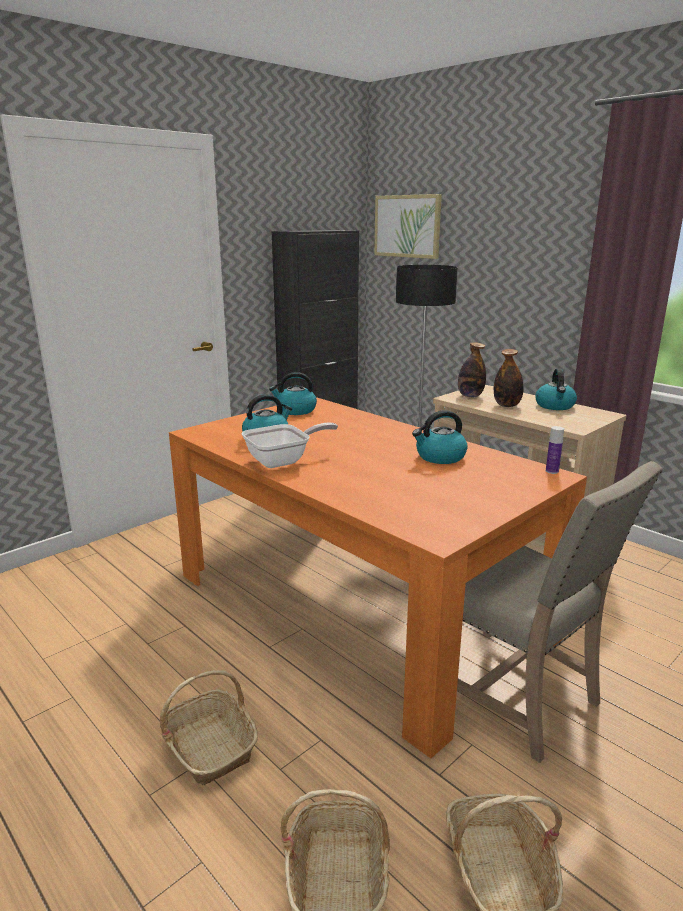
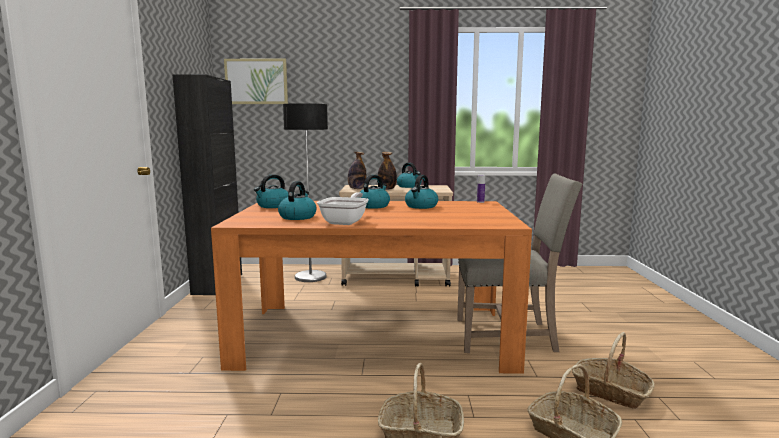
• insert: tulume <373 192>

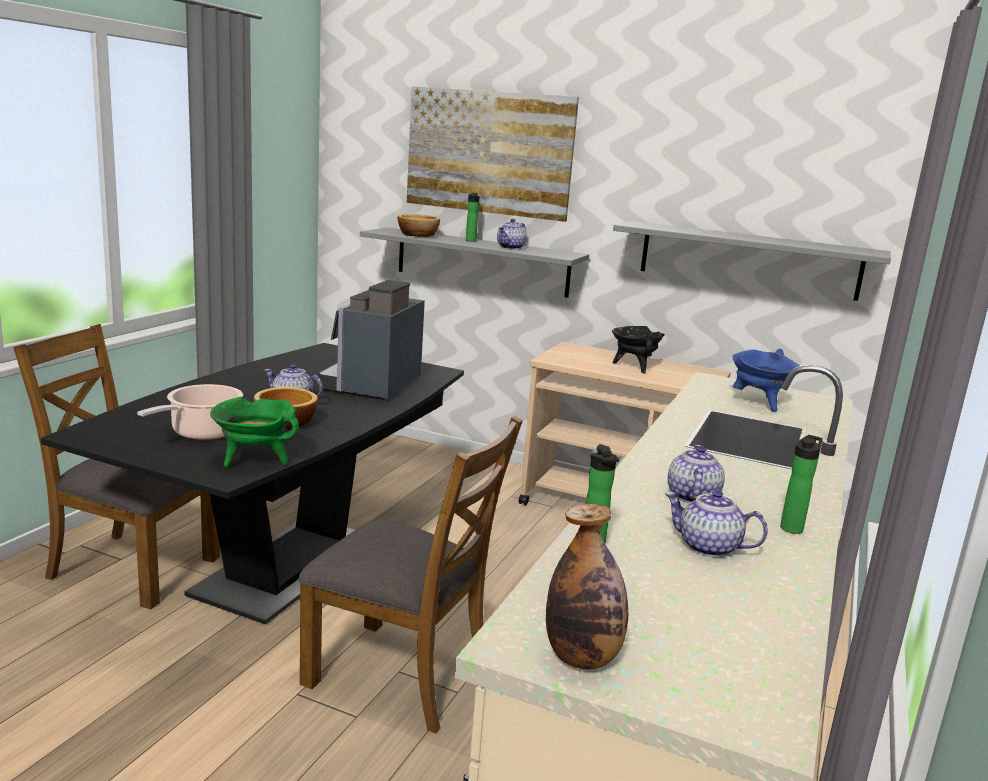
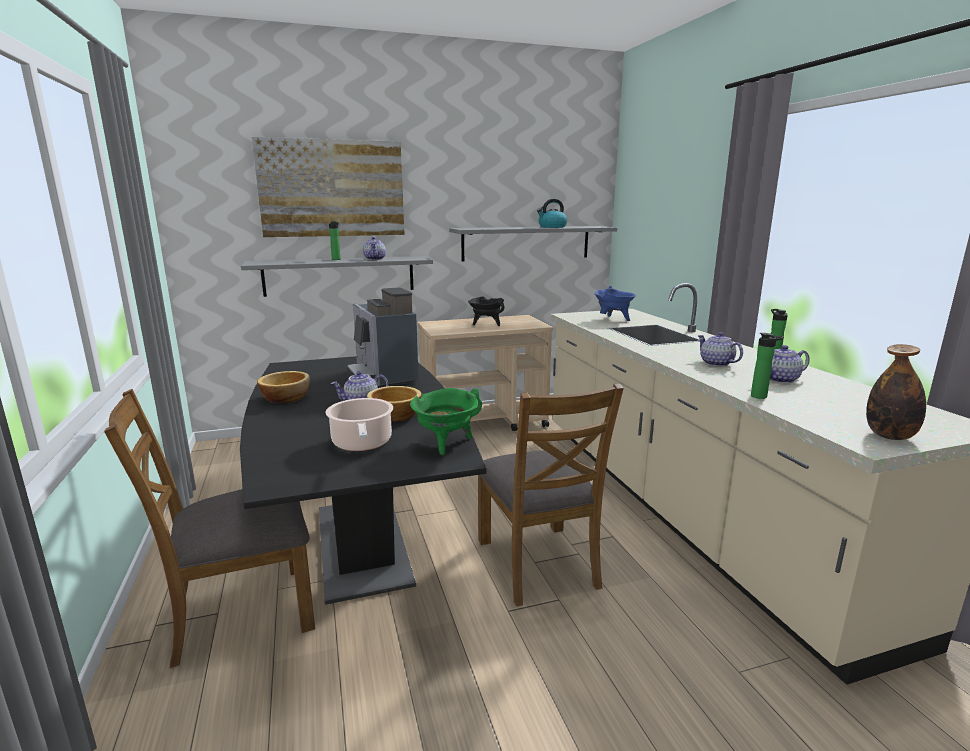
• move: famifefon <419 225> to <283 387>
• rotate: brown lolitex <410 575> = <551 495> 90 degrees clockwise
• insert: tulume <552 213>

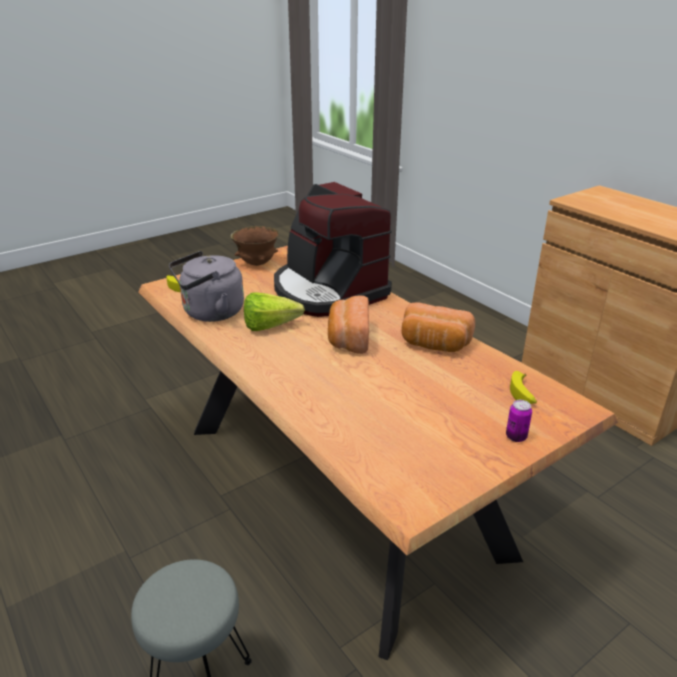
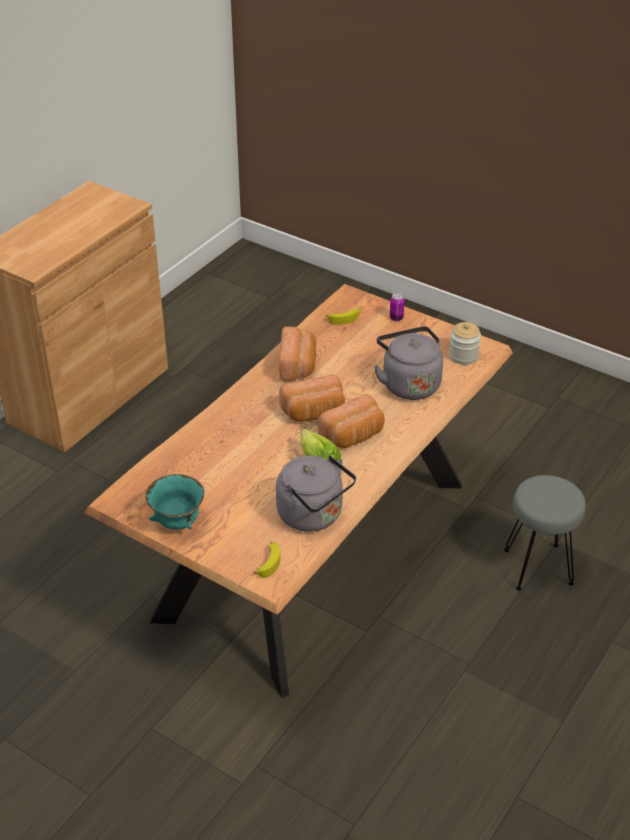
• delete: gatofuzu <333 249>
• recolor: brown famifefon <254 246> to turquoise famifefon <174 502>
• insert: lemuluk <465 343>
• insert: grey tulume <408 363>
• insert: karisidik <351 421>

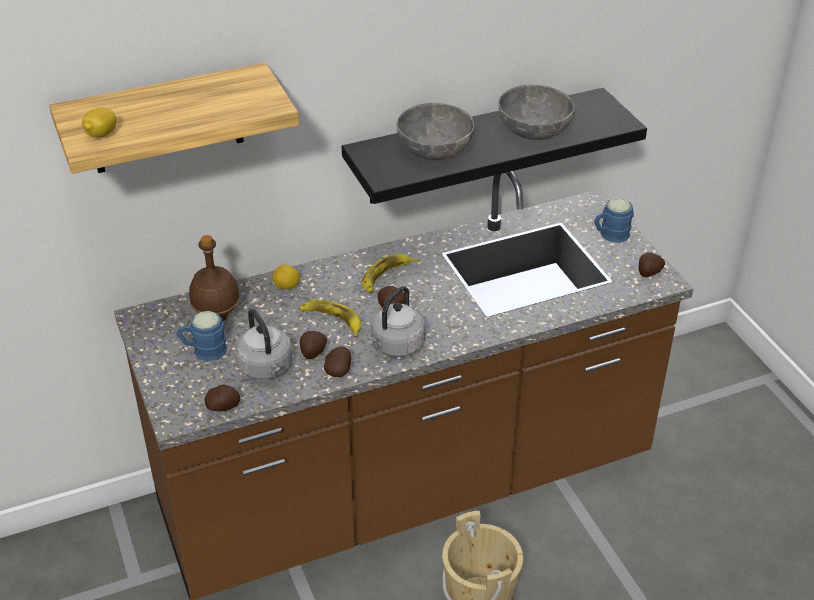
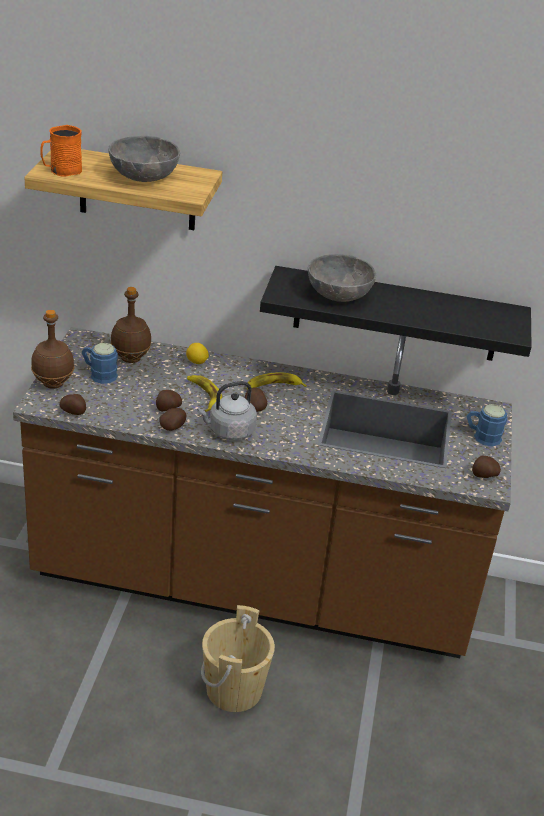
• move: grey famifefon <536 112> to <144 159>
• replace: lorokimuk <99 122> to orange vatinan <61 151>
• delete: grey tulume <264 344>
• insert: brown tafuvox <52 349>

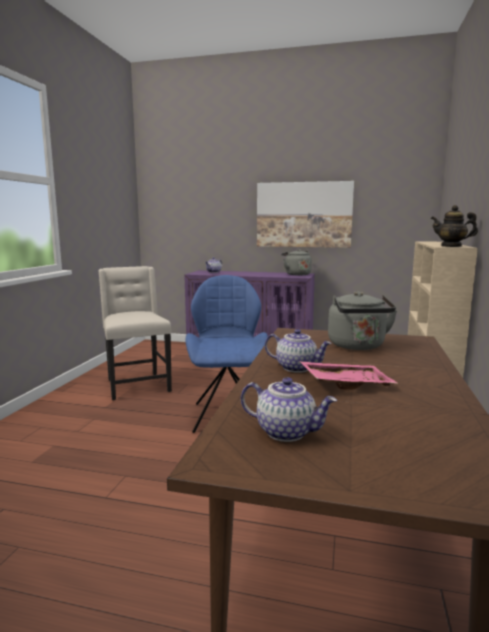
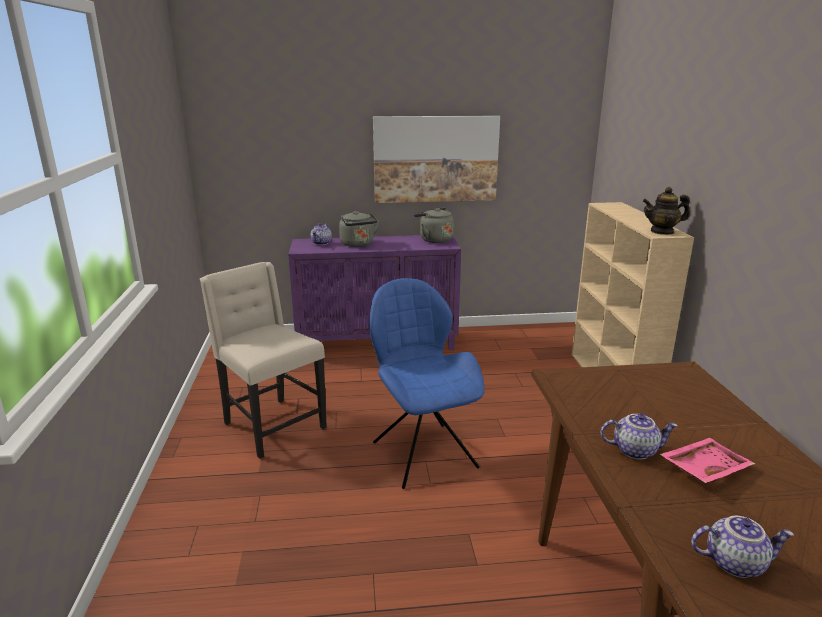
• move: grey tulume <363 320> to <359 229>

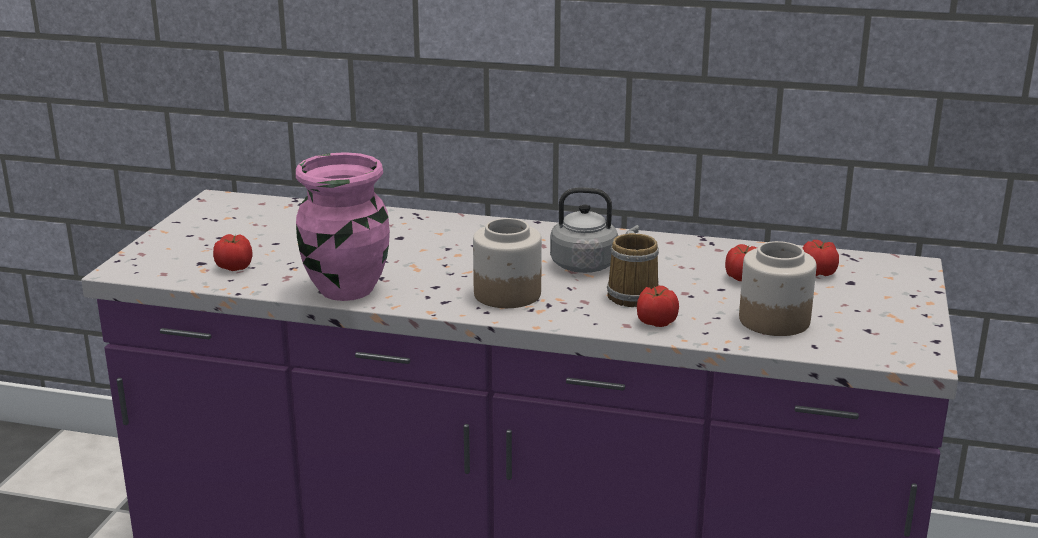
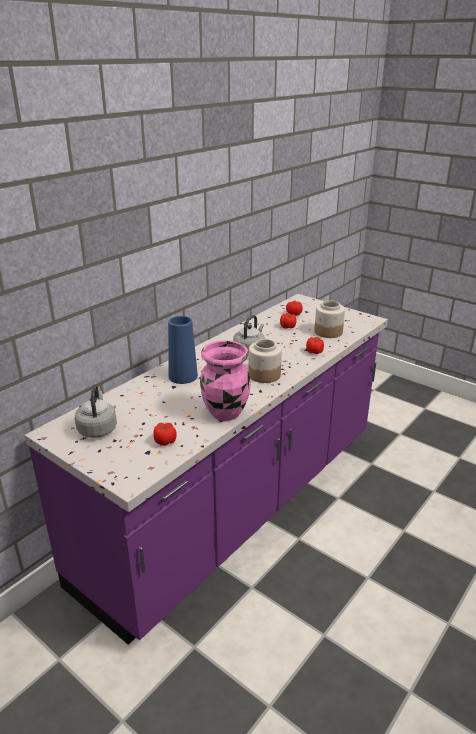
• delete: vatinan <633 269>
• insert: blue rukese <183 350>
• insert: grey tulume <96 411>

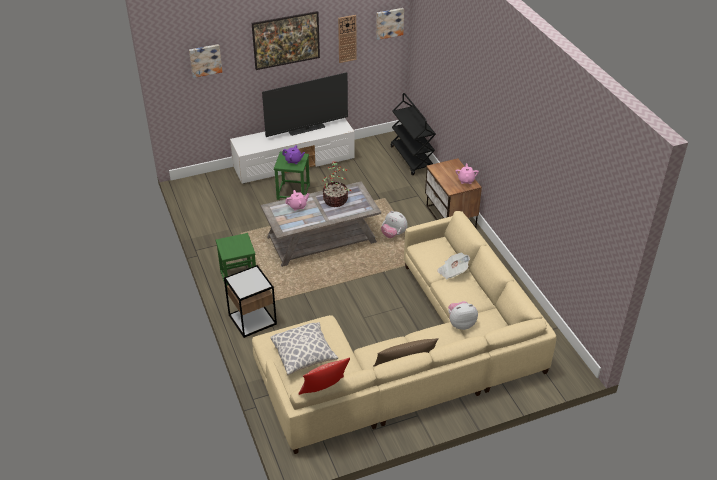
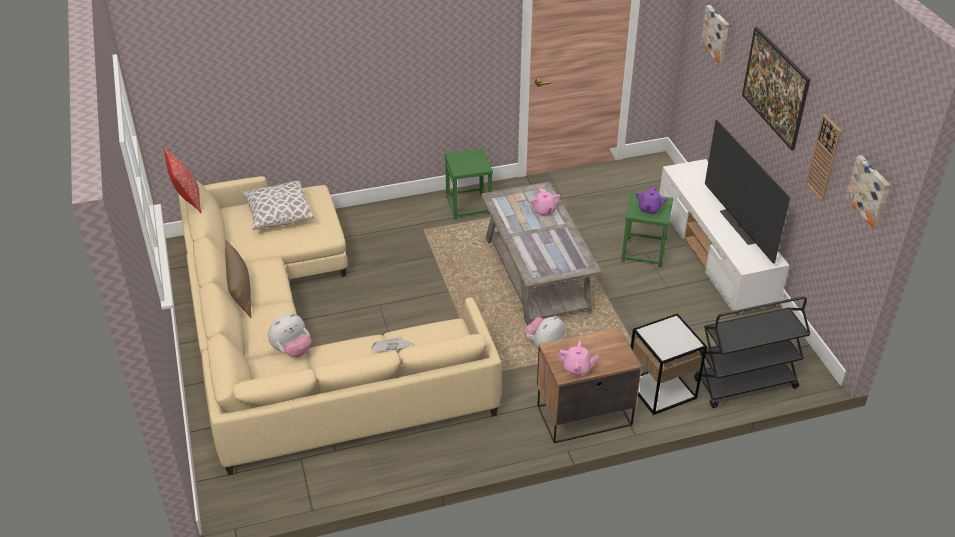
• delete: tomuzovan <336 184>
• move: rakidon <250 301> to <669 364>
• rotate: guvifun <463 315> = <289 335> 60 degrees clockwise

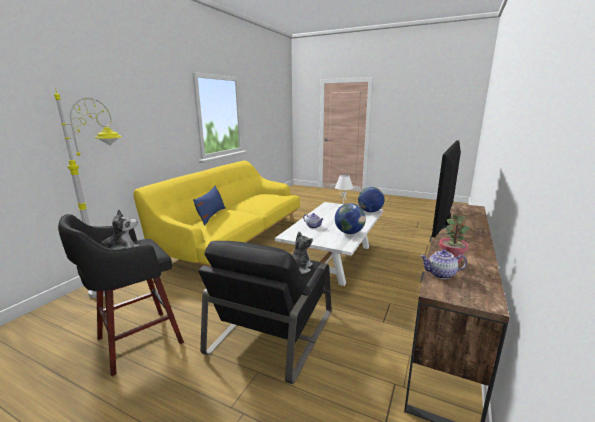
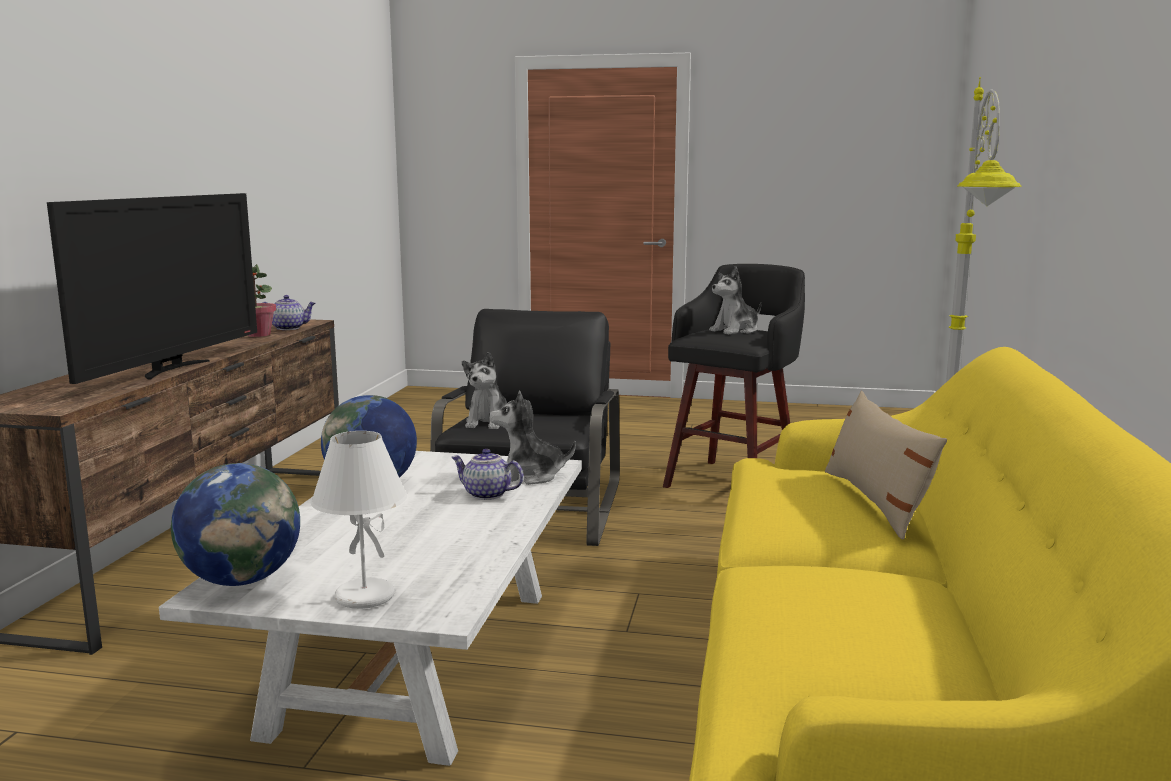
• recolor: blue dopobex <209 206> to beige dopobex <886 465>
• insert: guvifun <532 438>

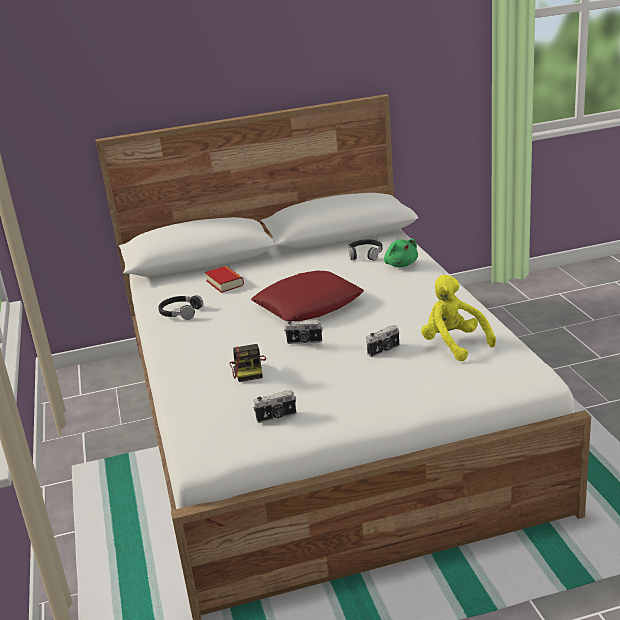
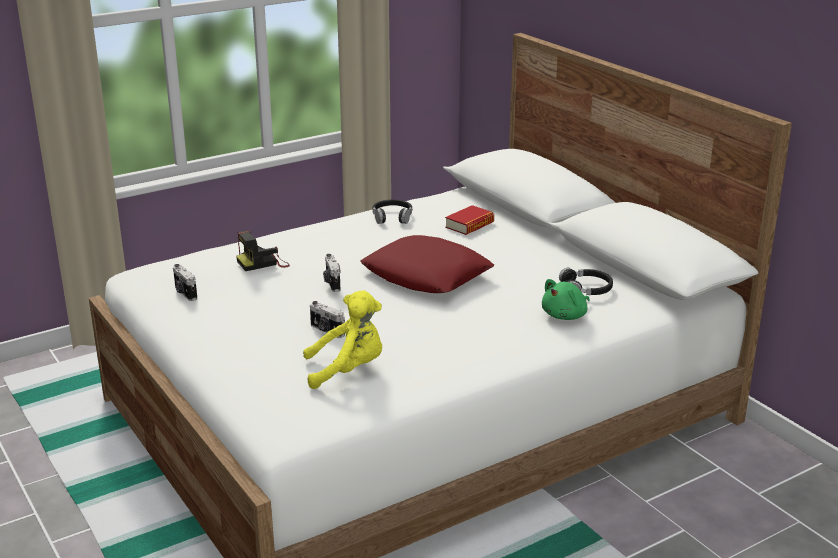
• rotate: yellow guvifun <458 318> = <342 340> 45 degrees clockwise

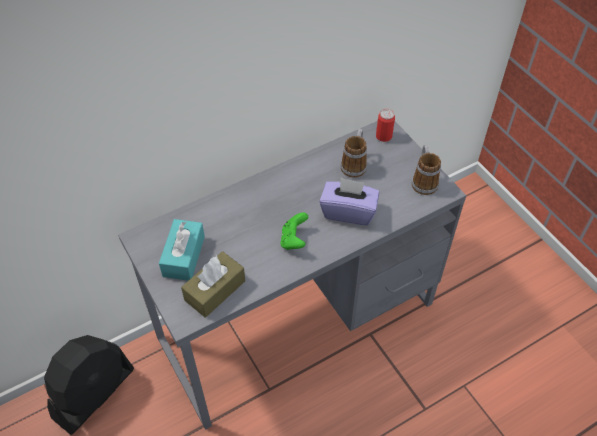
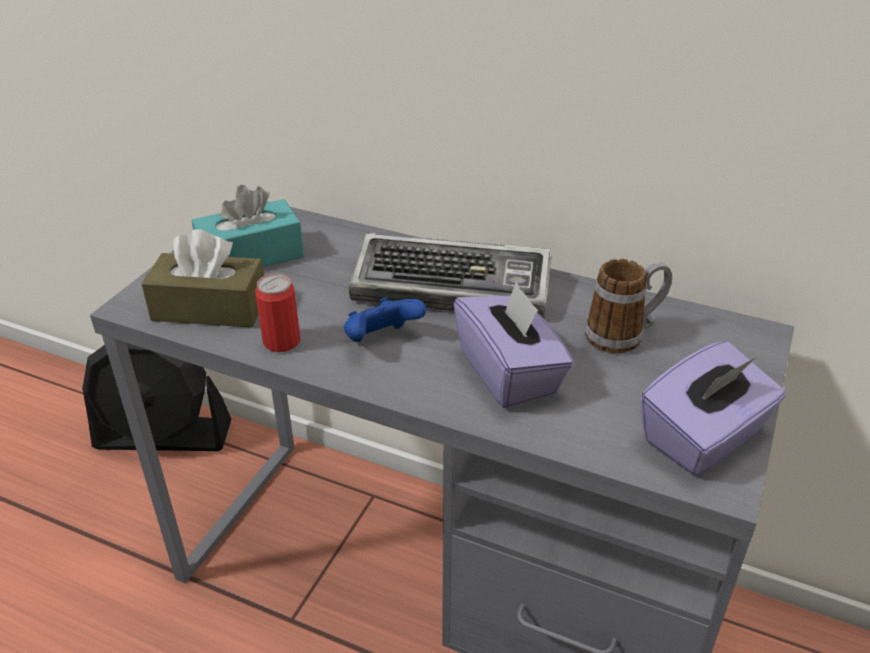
• move: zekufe <385 125> to <277 313>
• replace: vatinan <426 170> to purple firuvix <713 408>
• recolor: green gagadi <294 231> to blue gagadi <385 319>
• insert: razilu <450 275>

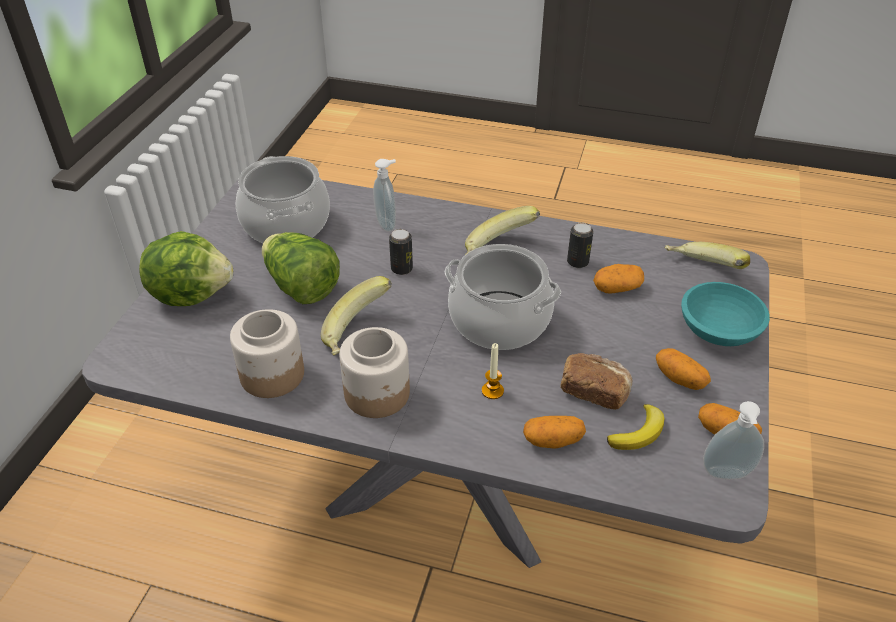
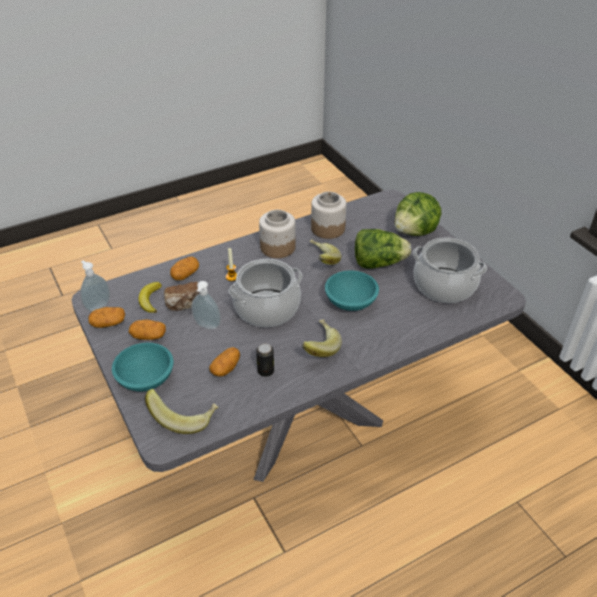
• move: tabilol <384 195> to <206 305>
• replace: zekufe <401 252> to turquoise famifefon <352 291>

